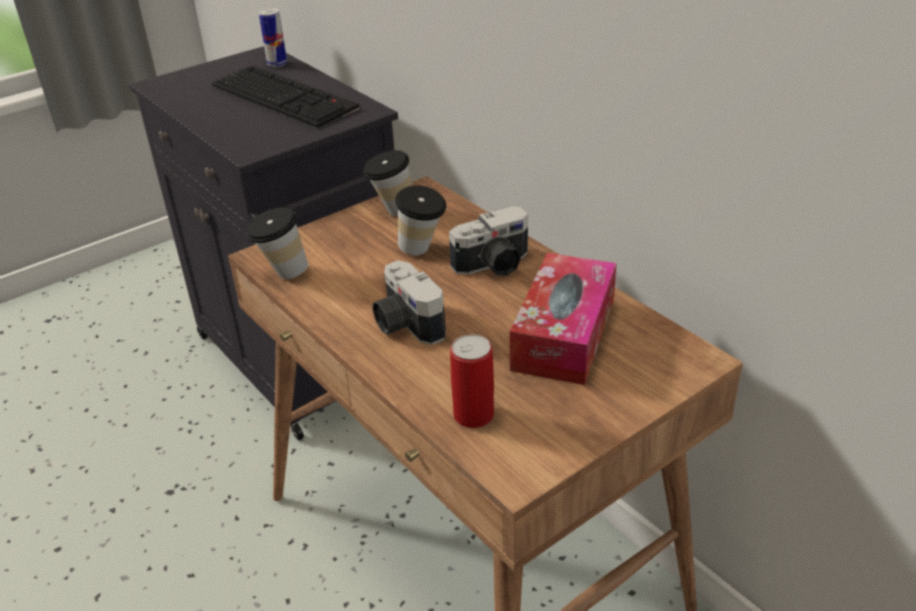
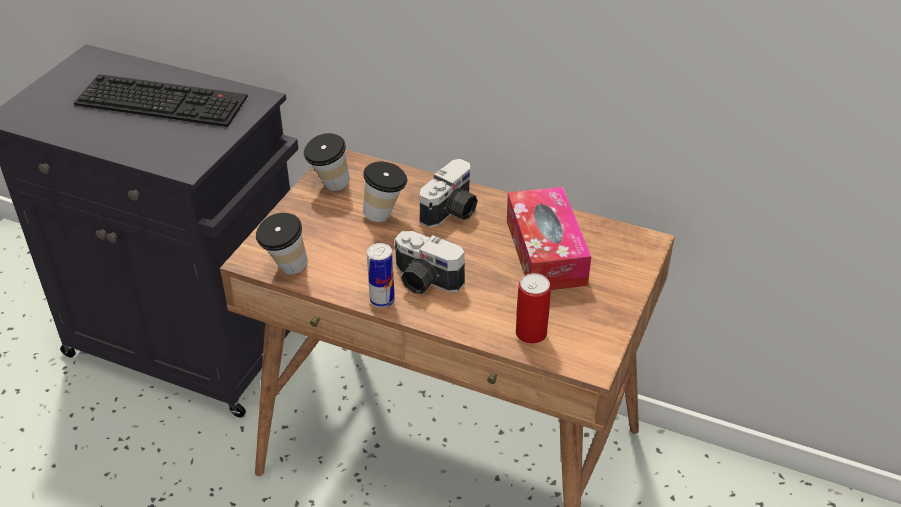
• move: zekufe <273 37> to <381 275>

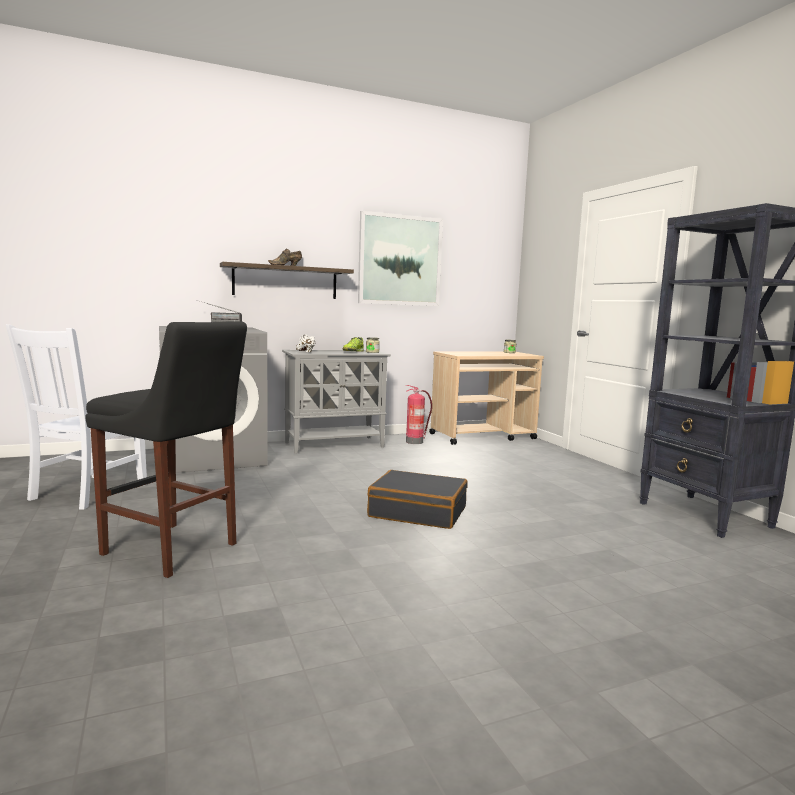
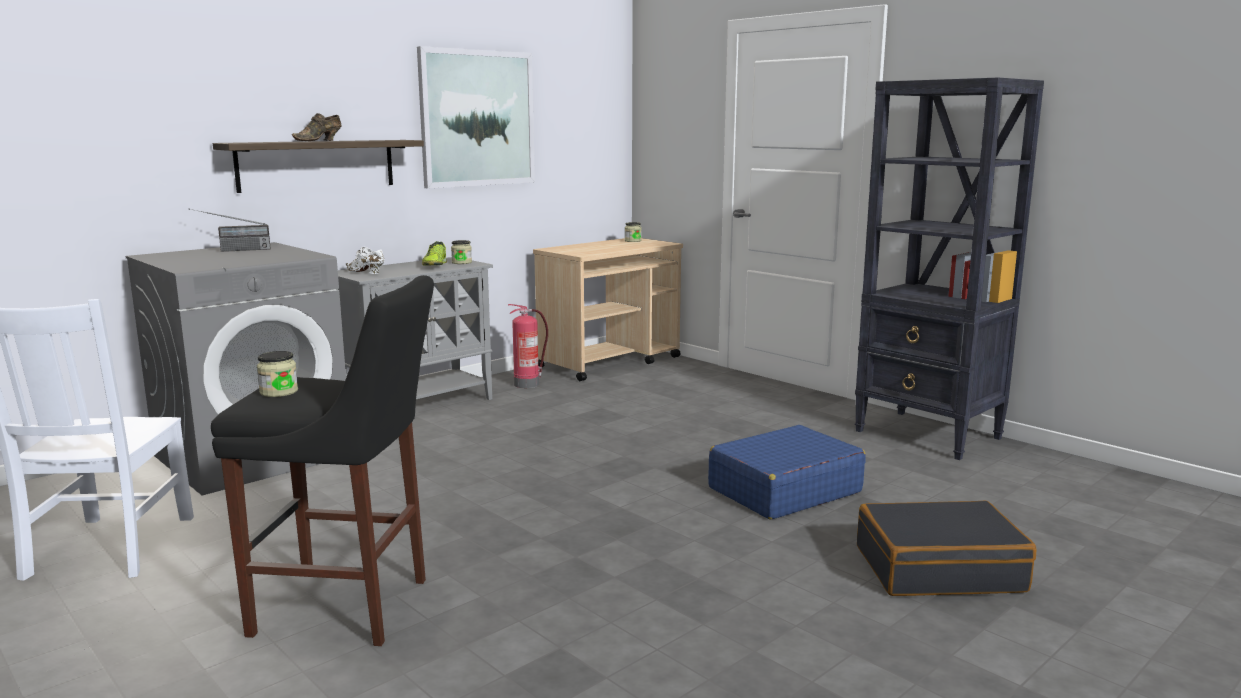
• move: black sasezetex <417 499> to <946 548>
• insert: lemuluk <277 374>
• insert: blue sasezetex <787 472>

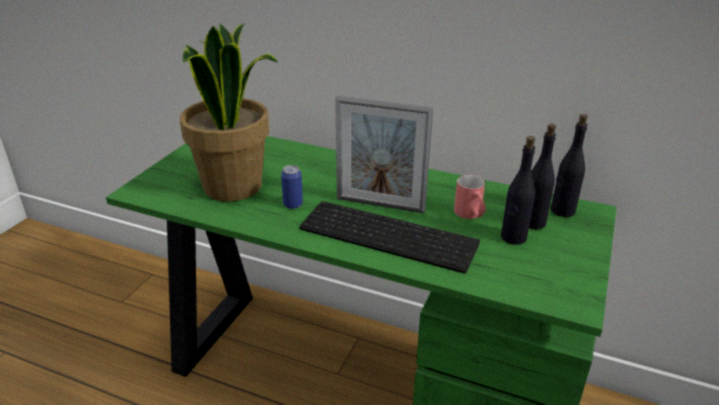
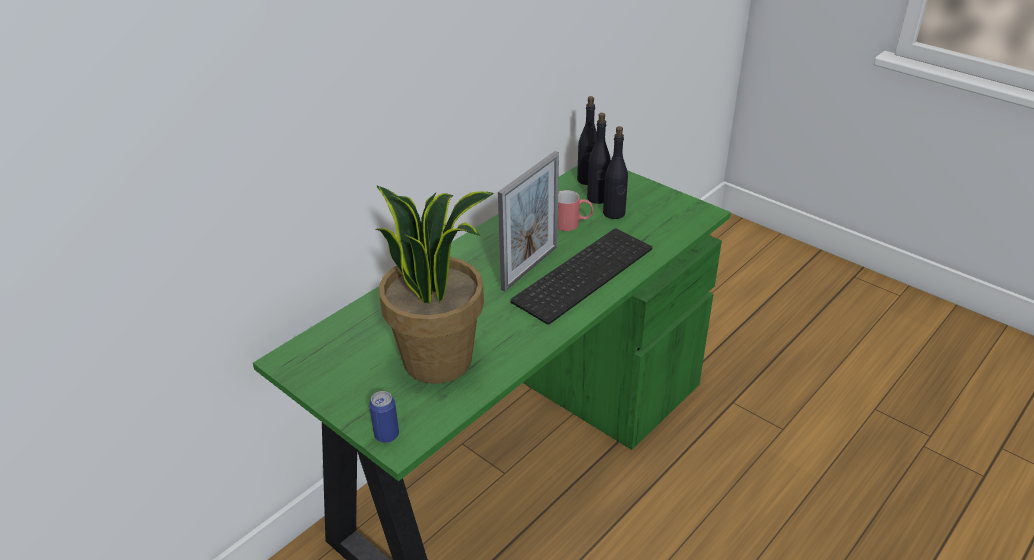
• move: zekufe <292 187> to <384 417>

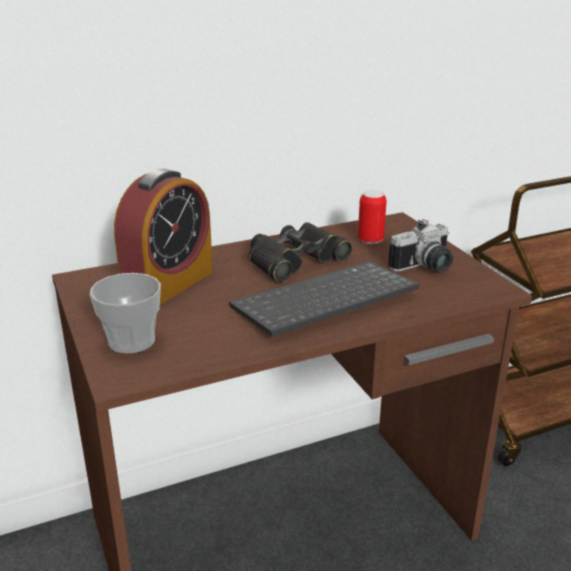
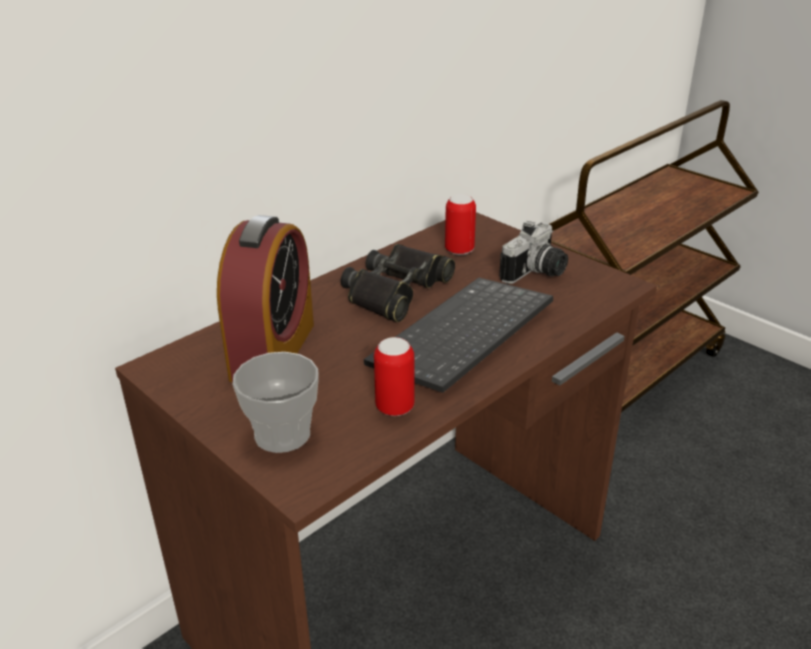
• insert: zekufe <394 376>

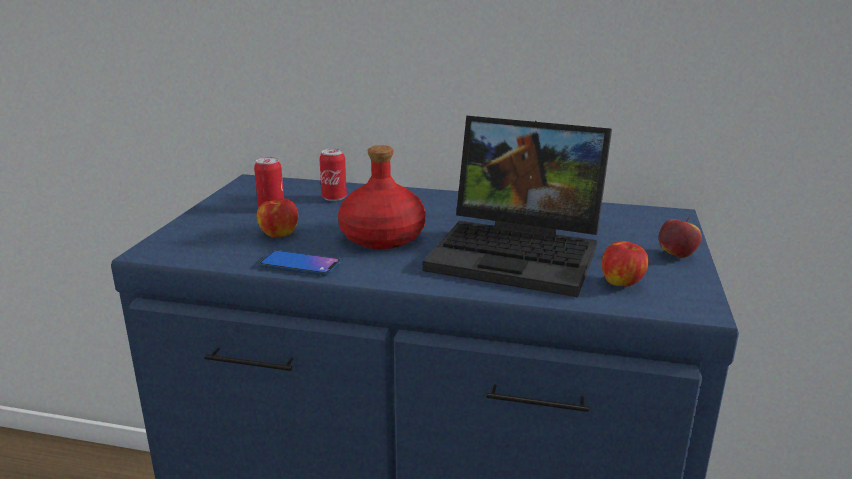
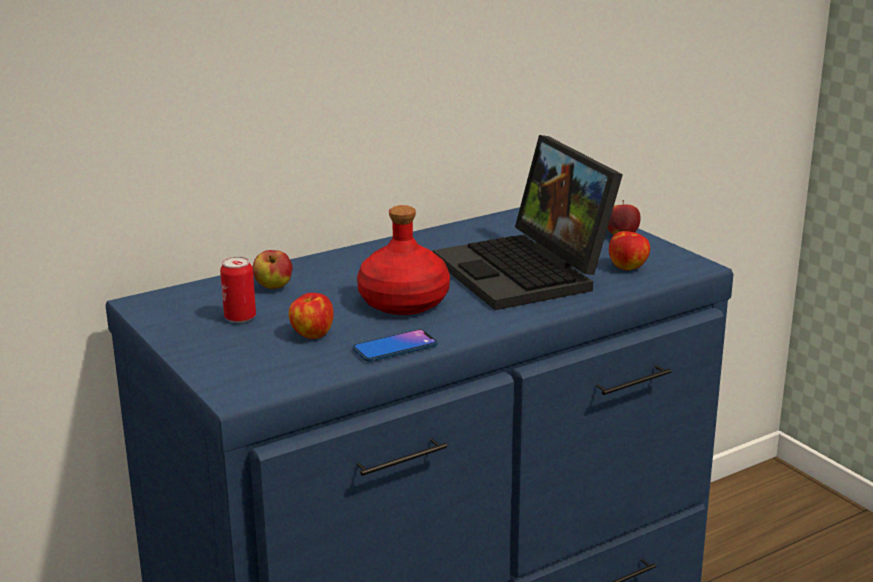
• rotate: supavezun <517 206> = <528 222> 90 degrees clockwise
• replace: zekufe <333 174> to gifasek <273 269>

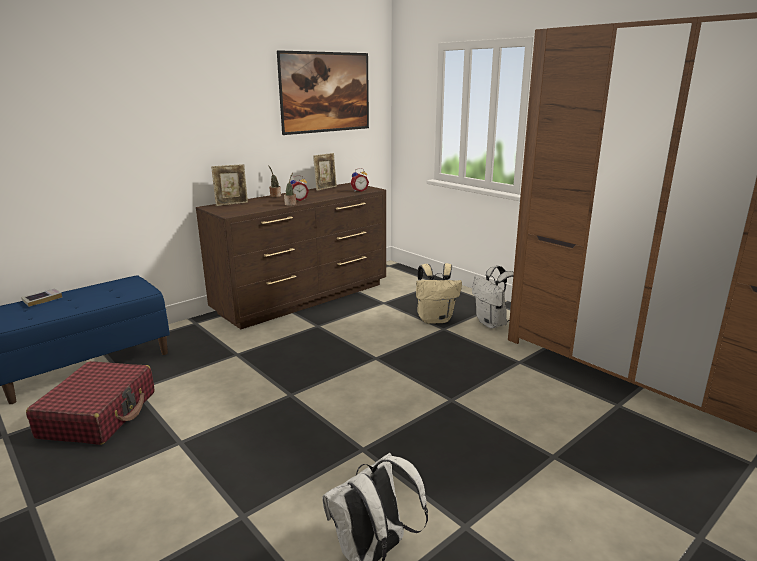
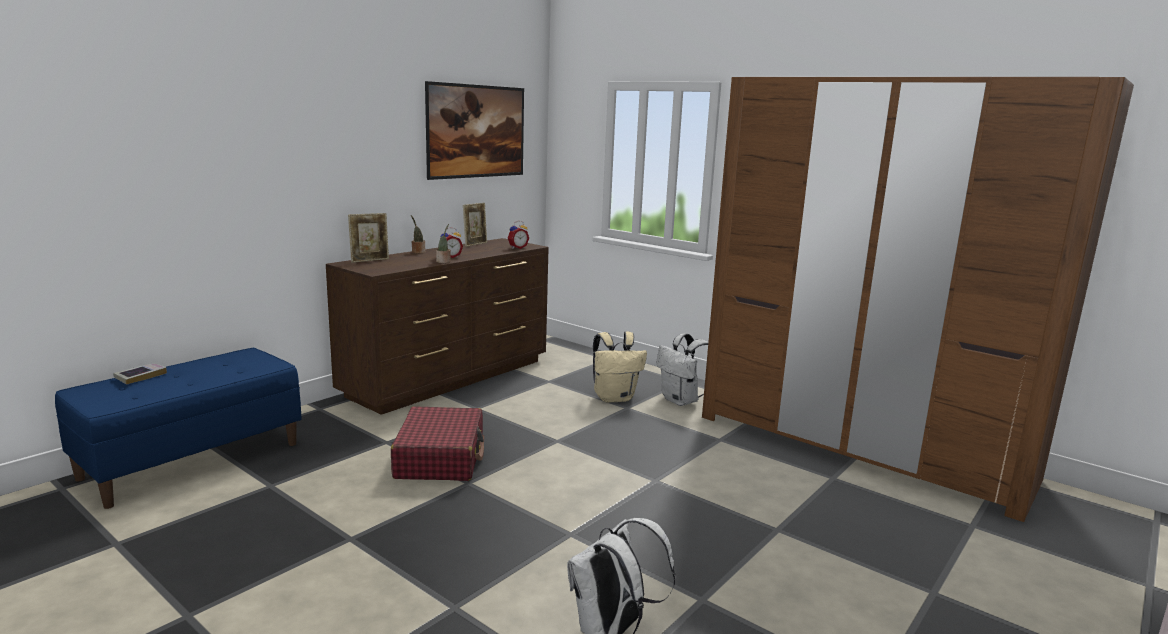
• move: red sasezetex <90 403> to <437 443>

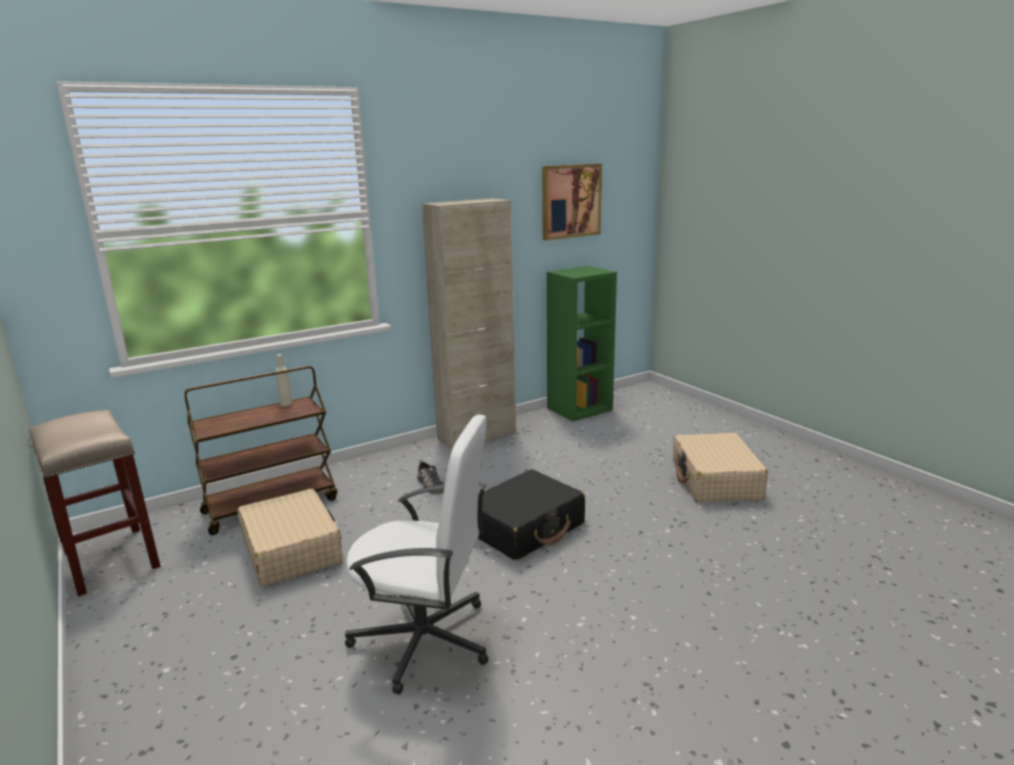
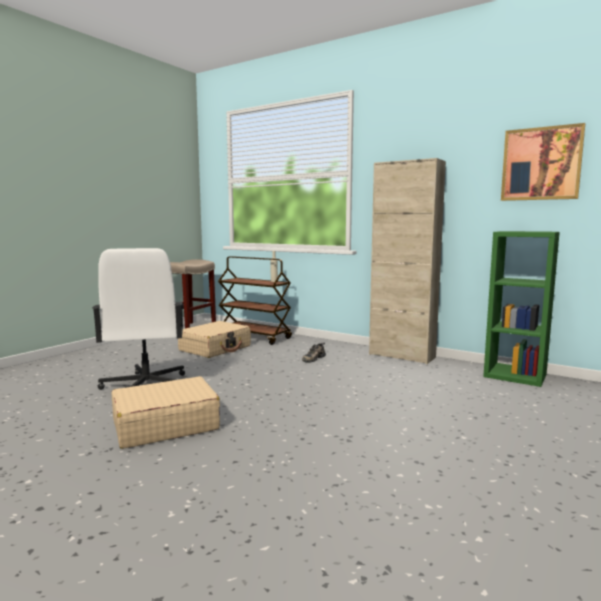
• move: beige sasezetex <720 467> to <165 412>
• delete: black sasezetex <531 515>

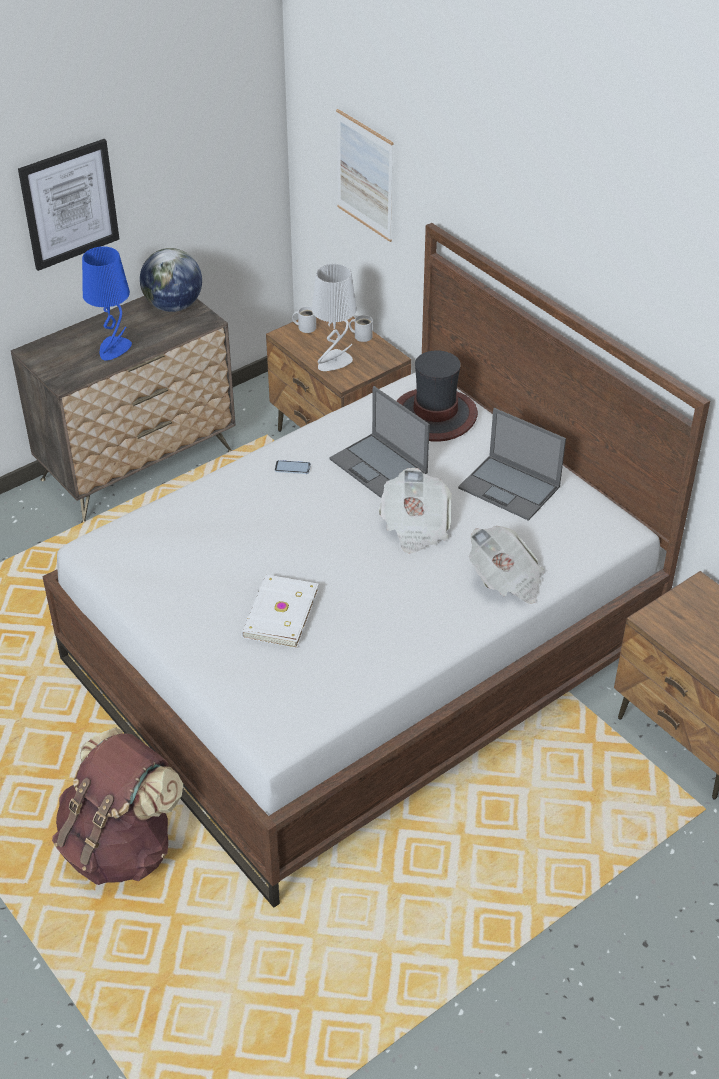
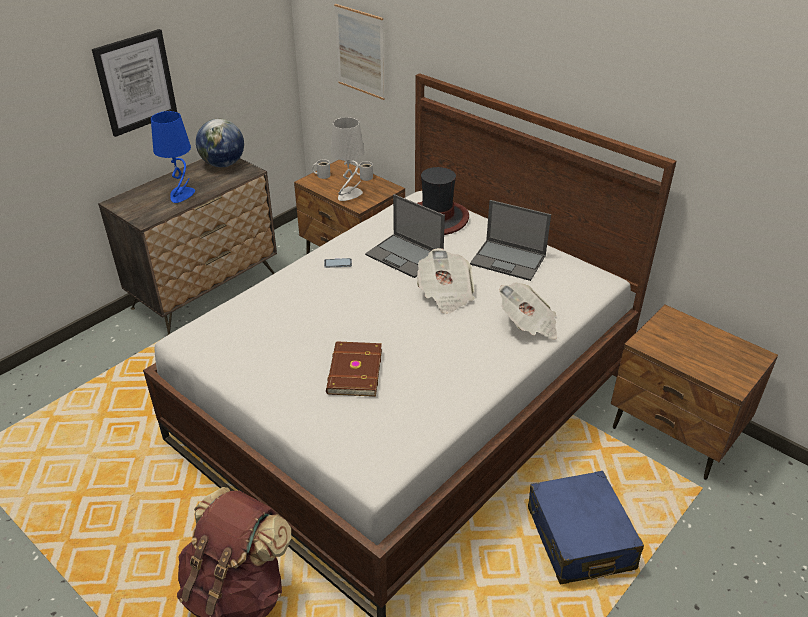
• recolor: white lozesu <280 611> to brown lozesu <354 369>
• insert: blue sasezetex <586 527>

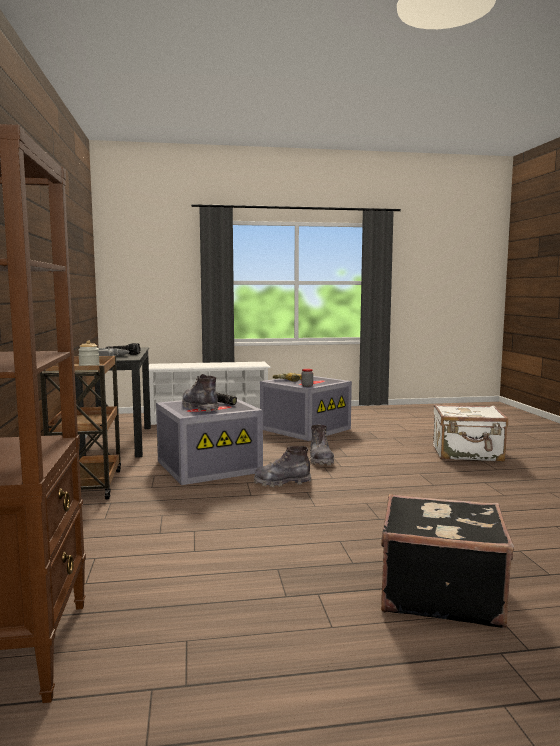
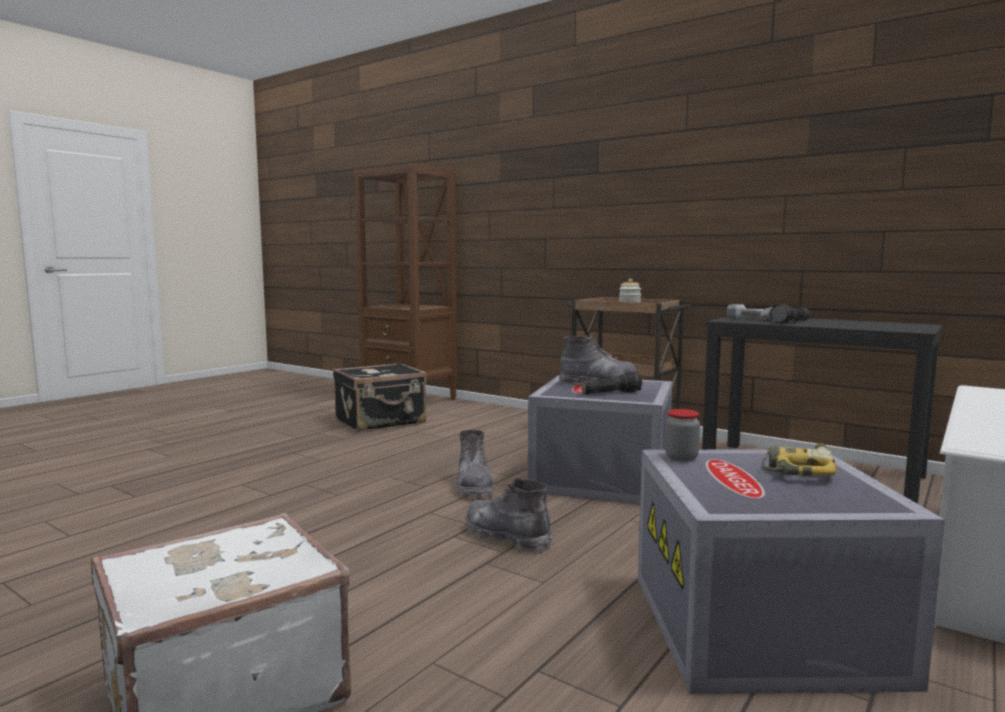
• rotate: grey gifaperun <282 466> = <475 464> 135 degrees clockwise
• move: black sasezetex <447 561> to <379 397>

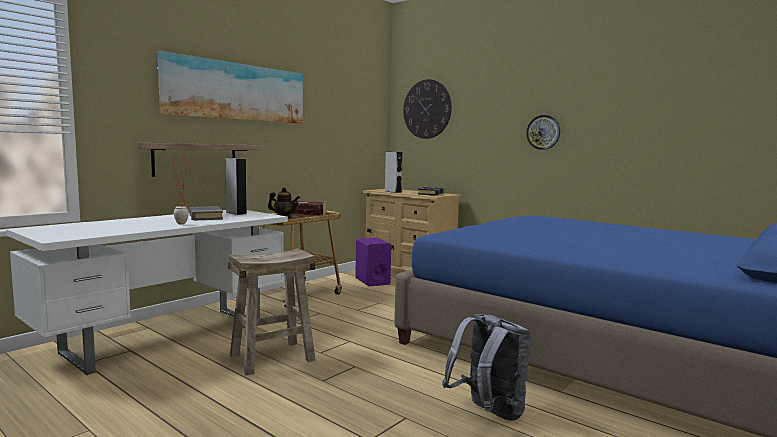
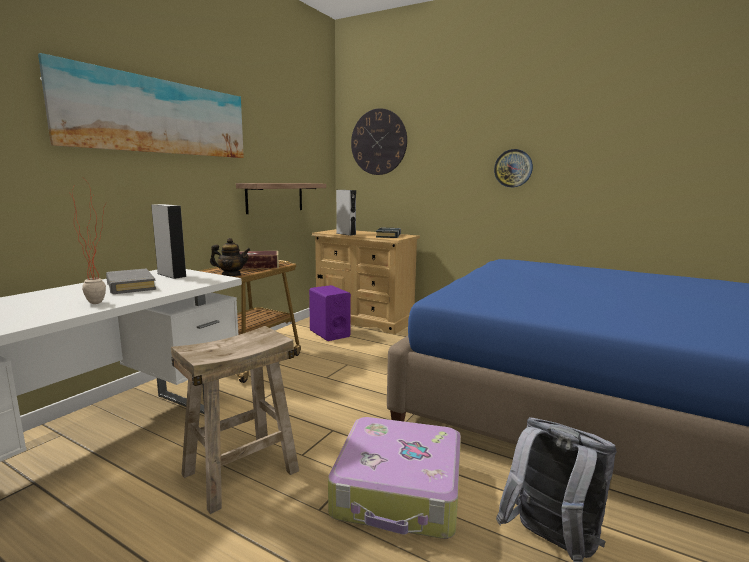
• move: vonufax <199 160> to <281 198>
• insert: sasezetex <394 478>

